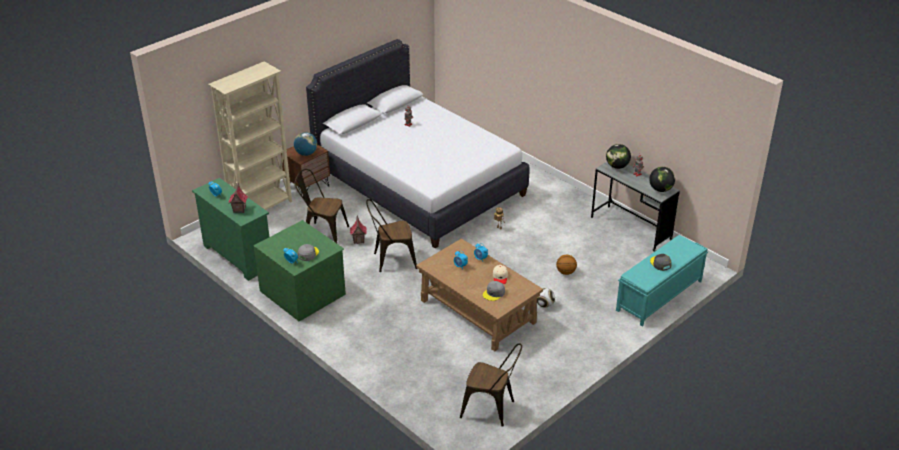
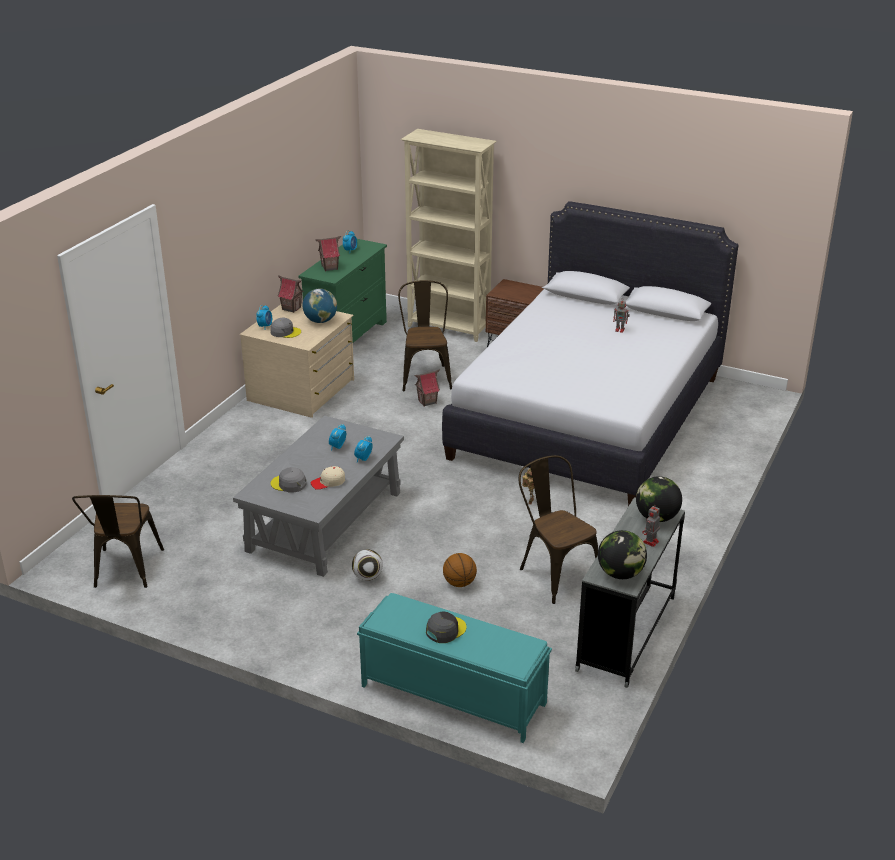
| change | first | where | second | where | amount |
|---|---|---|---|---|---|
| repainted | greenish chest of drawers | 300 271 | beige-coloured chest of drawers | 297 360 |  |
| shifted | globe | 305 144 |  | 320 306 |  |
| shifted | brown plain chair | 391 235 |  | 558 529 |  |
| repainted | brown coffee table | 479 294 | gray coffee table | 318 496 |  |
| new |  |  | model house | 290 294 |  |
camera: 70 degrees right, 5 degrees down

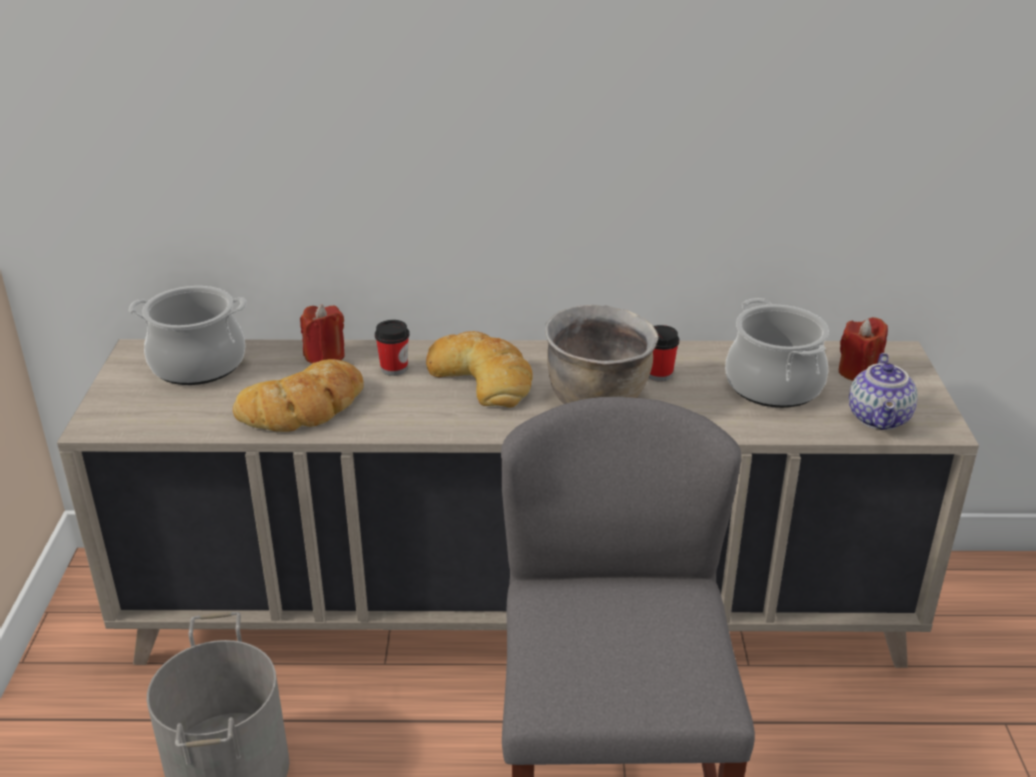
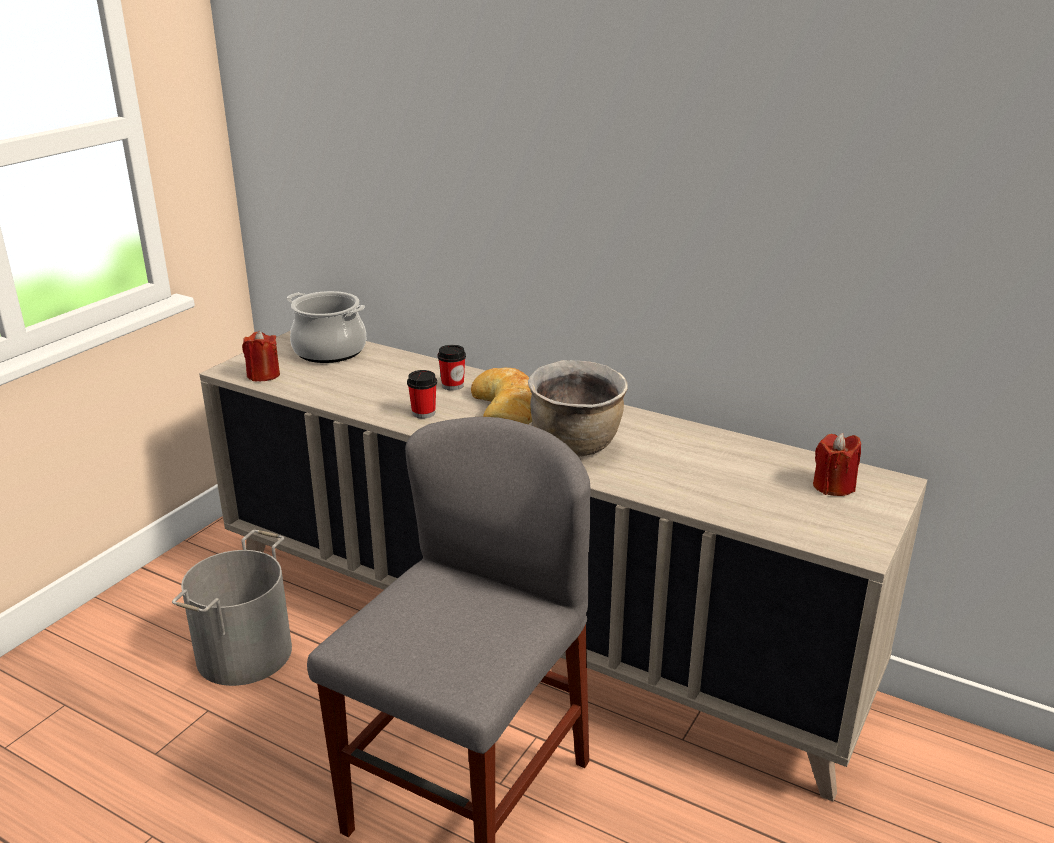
| change | first | where | second | where | amount |
|---|---|---|---|---|---|
| gone | bread | 298 395 |  |  |  |
| shifted | red wax candle | 322 334 |  | 261 356 |  |
| shifted | small cup | 664 353 |  | 422 394 |  |
| gone | cooking pot | 777 353 |  |  |  |
| gone | pot for tea | 883 391 |  |  |  |
camera: 30 degrees right, 5 degrees down

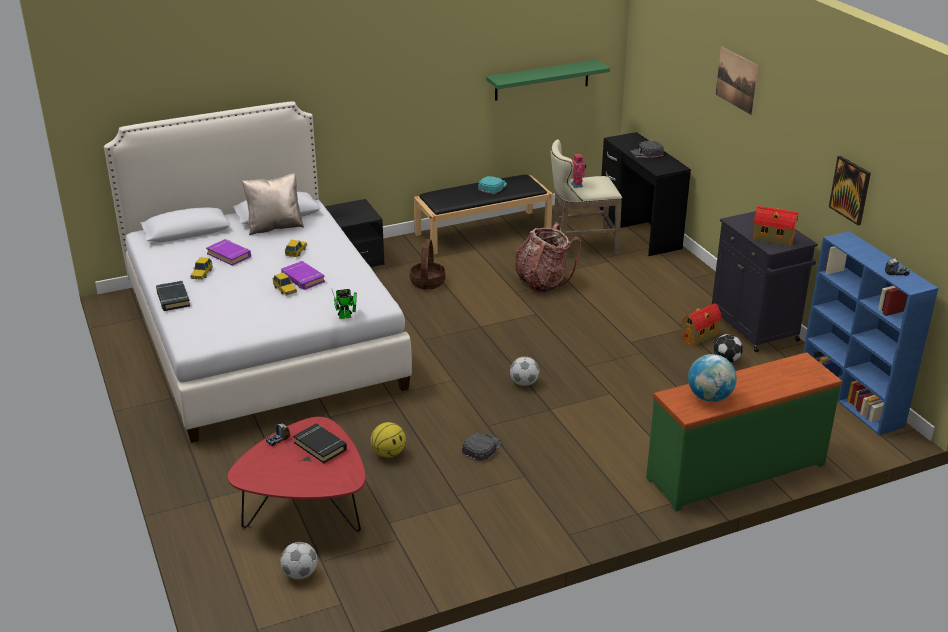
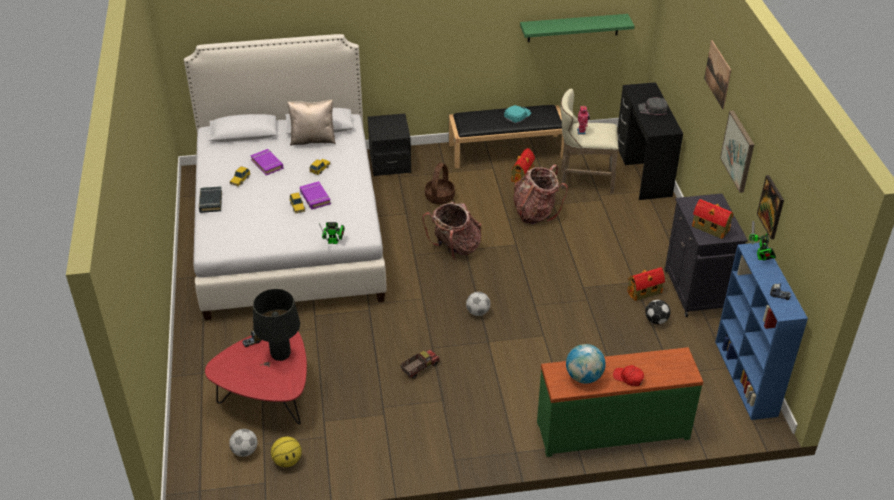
| change | first | where | second | where | amount |
|---|---|---|---|---|---|
| swapped | blackish bound book | 320 443 | blackish lamp for a table | 276 324 |  |
| shifted | ball for basketball | 388 440 |  | 286 451 |  |
| swapped | blackish peaked cap | 482 447 | toy lorry | 420 364 |  |
| new |  |  | backpack | 452 231 |  |
| new |  |  | model house | 523 165 |  |
| new |  |  | red peaked cap | 628 375 |  |
| new |  |  | wall picture | 737 152 |  |
| new |  |  | robot figure | 762 241 |  |
camera: 15 degrees right, 10 degrees up

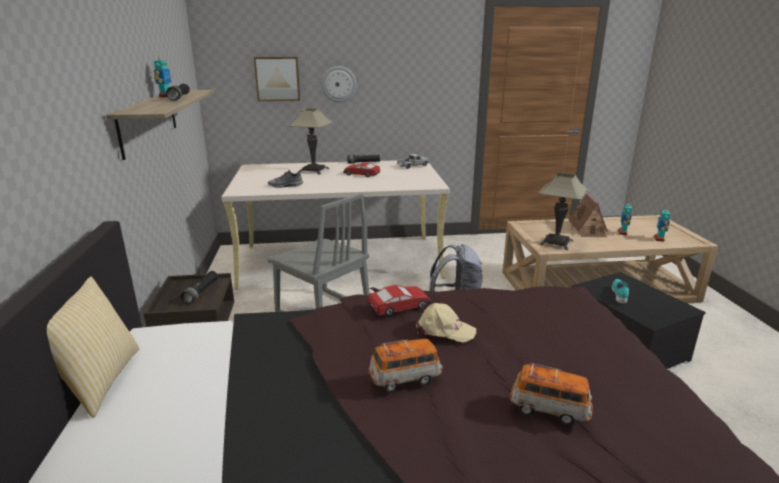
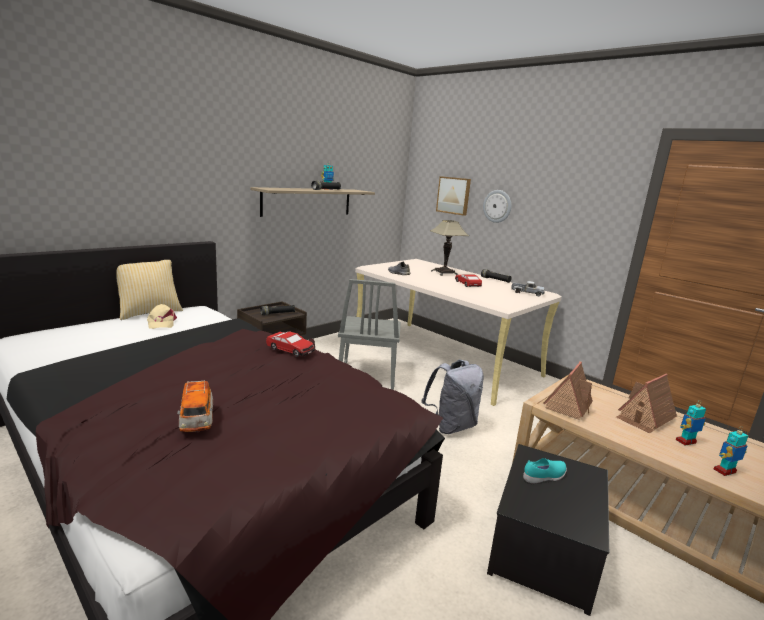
| change | first | where | second | where | amount |
|---|---|---|---|---|---|
| gone | toy car | 405 365 |  |  |  |
| shifted | beige-coloured peaked cap | 446 323 |  | 162 316 |  |
| swapped | lamp for a table | 563 211 | model house | 568 390 |  |
camera: 50 degrees right, 5 degrees down

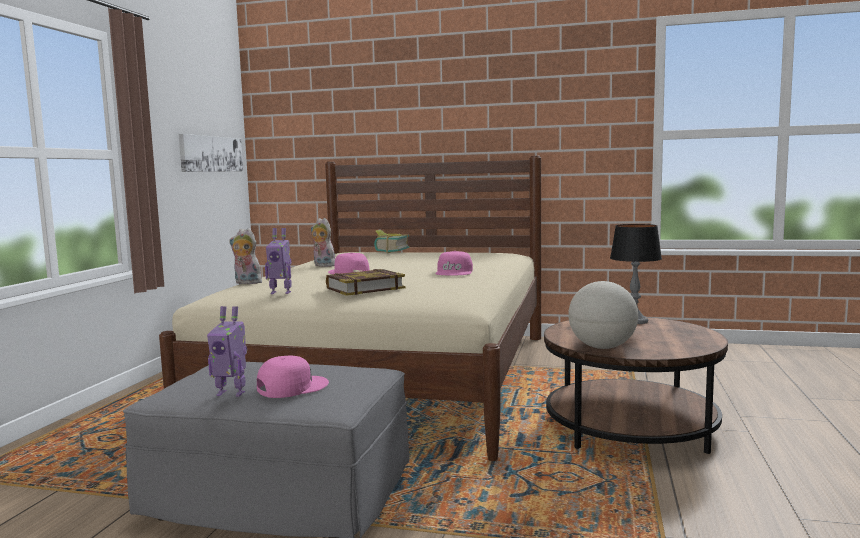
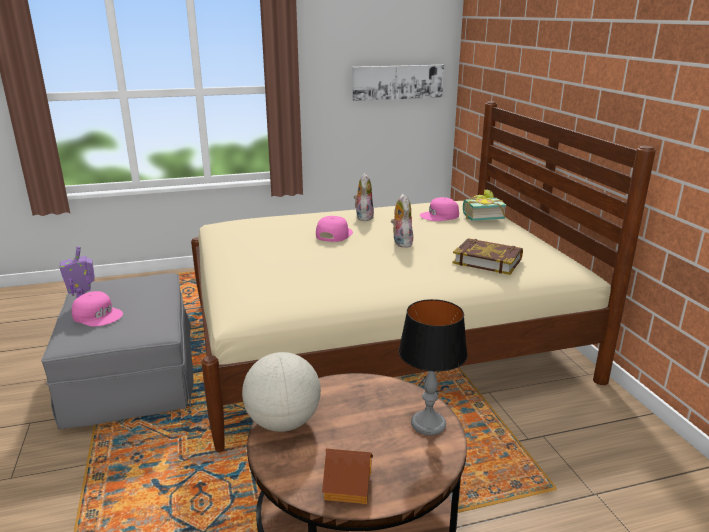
| change | first | where | second | where | amount |
|---|---|---|---|---|---|
| shifted | plush toy | 245 256 |  | 402 221 |  |
| gone | robot figure | 278 261 |  |  |  |
| shifted | bound book | 365 282 |  | 488 256 |  |
| shifted | pink peaked cap | 454 263 |  | 439 209 |  |
| new |  |  | model house | 347 476 |  |
camera: 60 degrees right, 15 degrees up

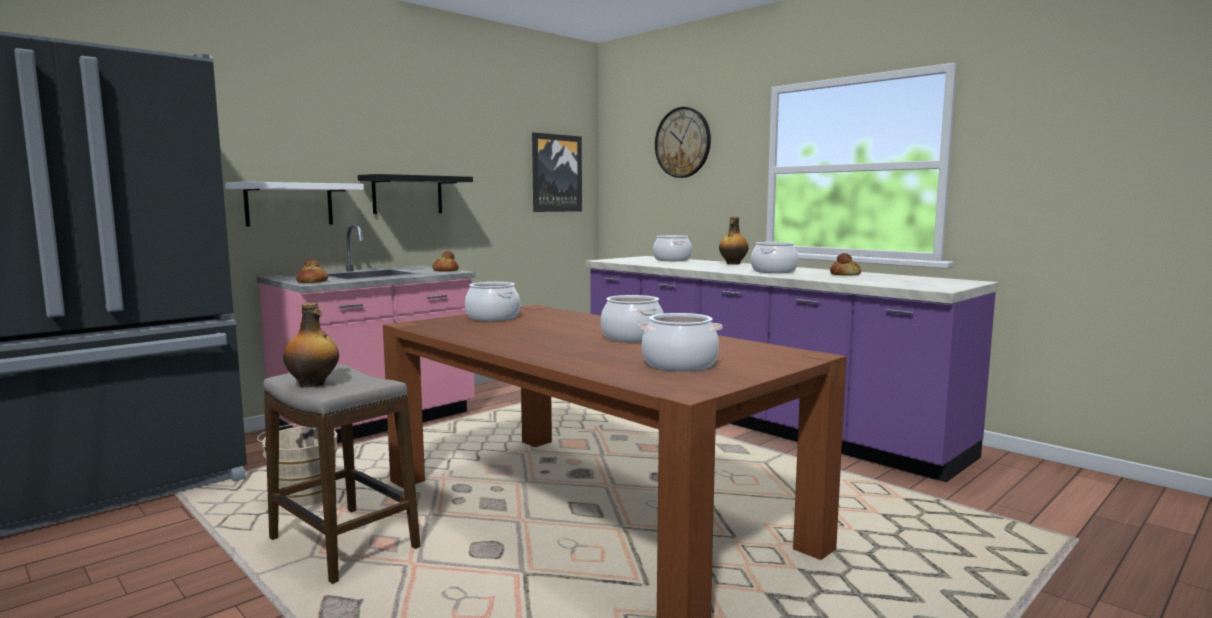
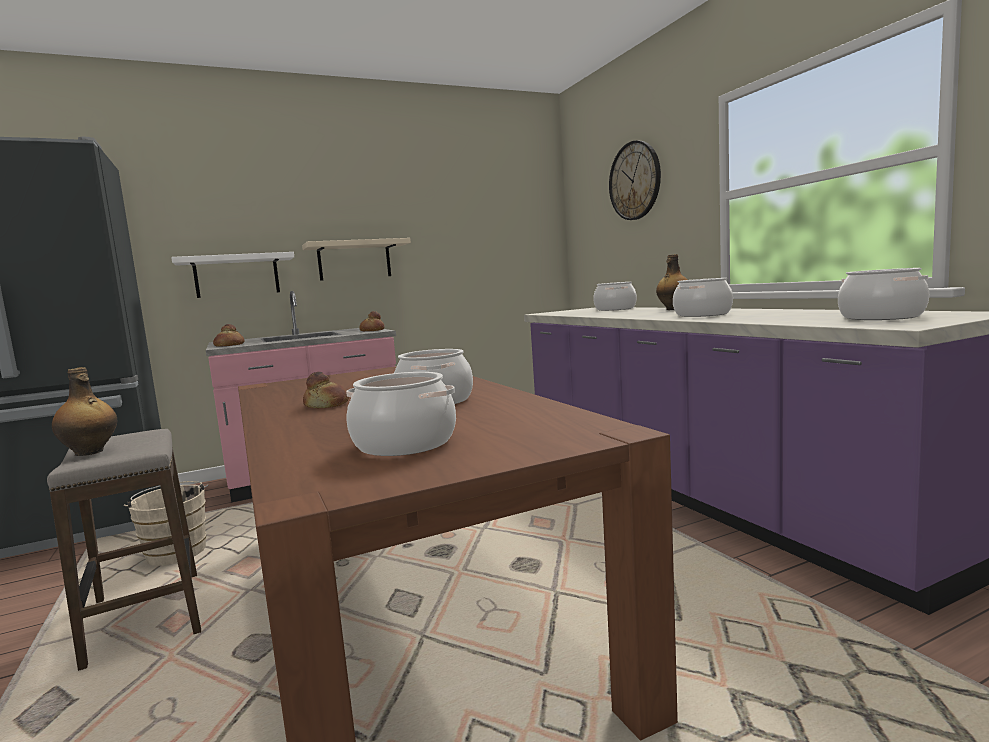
| change | first | where | second | where | amount |
|---|---|---|---|---|---|
| repainted | blackish shelf | 415 194 | beige-coloured shelf | 356 259 |  |
| shifted | cooking pot | 492 301 |  | 883 294 |  |
| gone | wall picture | 557 172 |  |  |  |
| shifted | bread | 845 264 |  | 326 390 |  |
camera: 20 degrees right, 0 degrees up

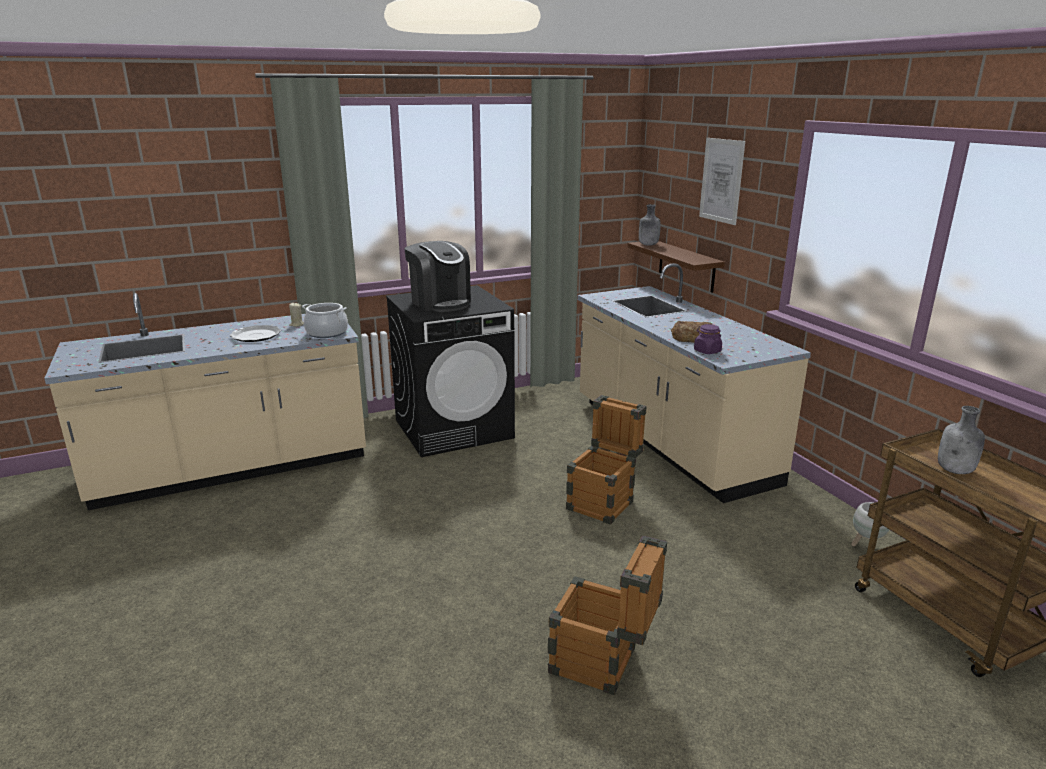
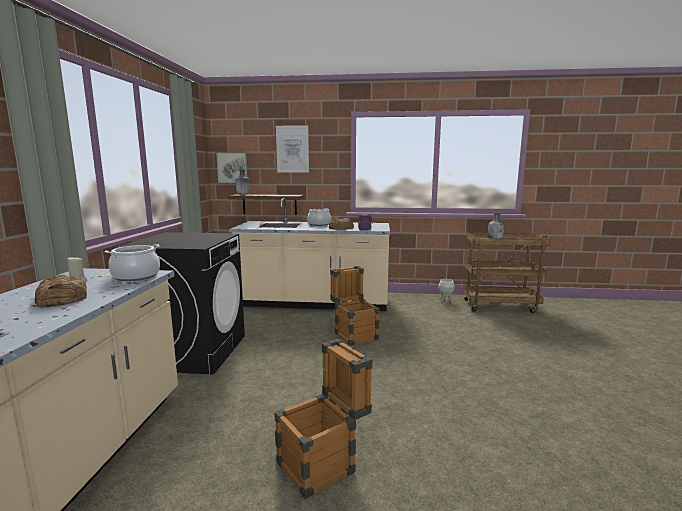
| change | first | where | second | where | amount |
|---|---|---|---|---|---|
| swapped | plate | 255 333 | bread | 60 291 |  |
| gone | coffee machine | 437 276 |  |  |  |
| shifted | shipping crate | 607 615 |  | 323 419 |  |
| new |  |  | wall picture | 231 168 |  |
| new |  |  | cooking pot | 319 217 |  |
camera: 60 degrees left, 10 degrees down

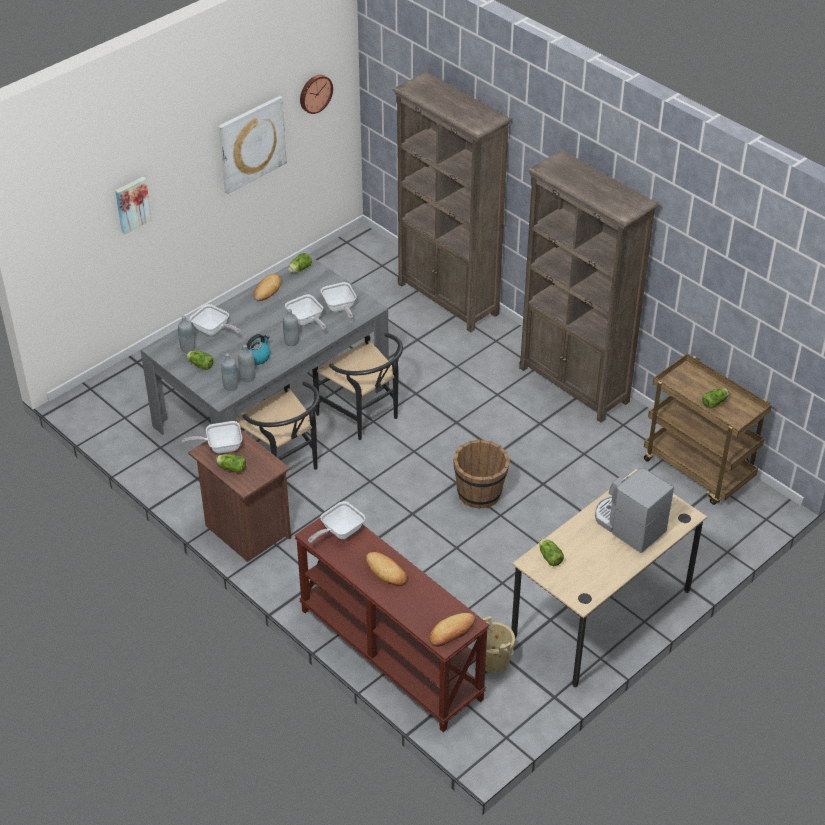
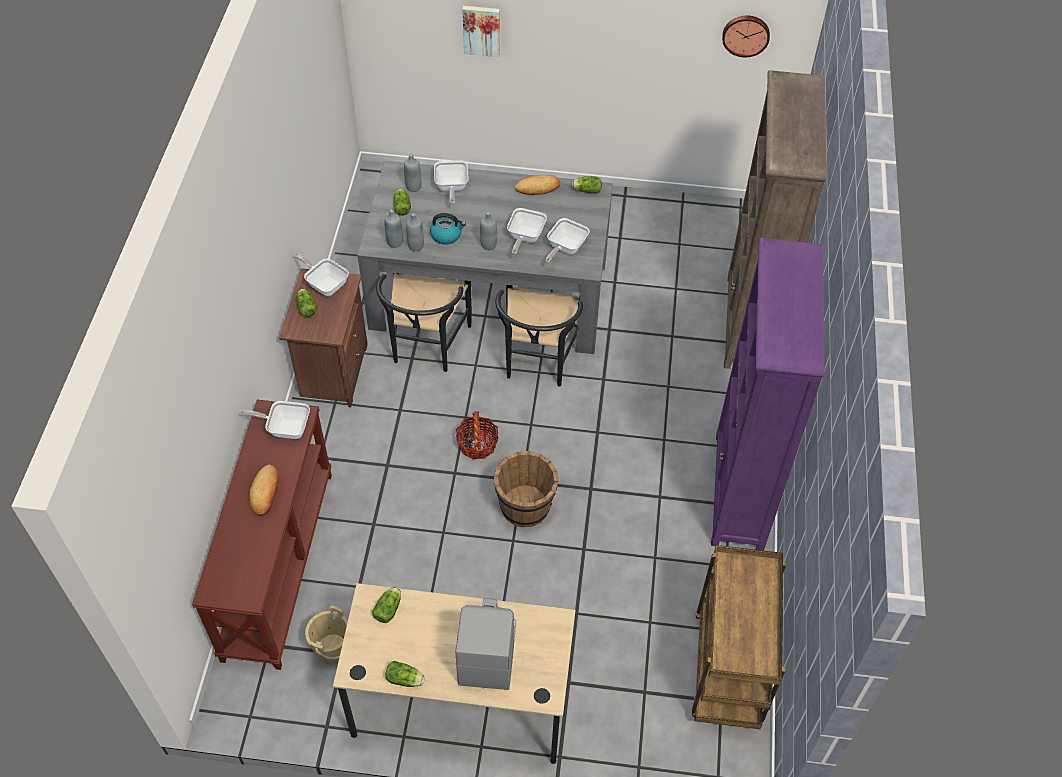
| change | first | where | second | where | amount |
|---|---|---|---|---|---|
| gone | wall picture | 252 145 |  |  |  |
| gone | bread | 452 630 |  |  |  |
| repainted | brown shelving unit | 589 286 | purple shelving unit | 768 394 |  |
| shifted | lettuce | 715 398 |  | 405 674 |  |
| new |  |  | household basket | 477 435 |  |
camera: 50 degrees right, 10 degrees up

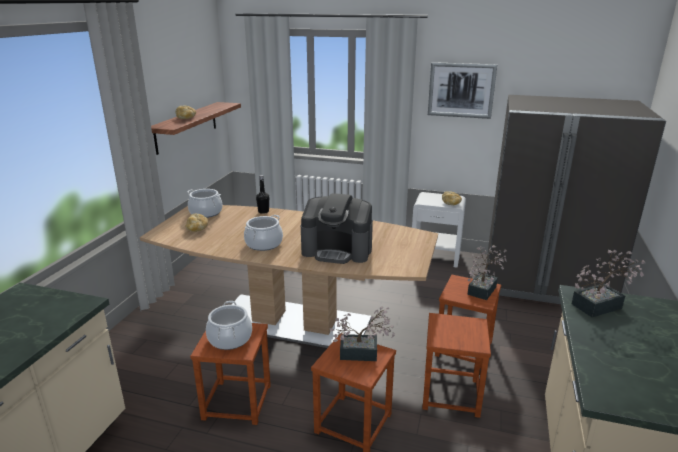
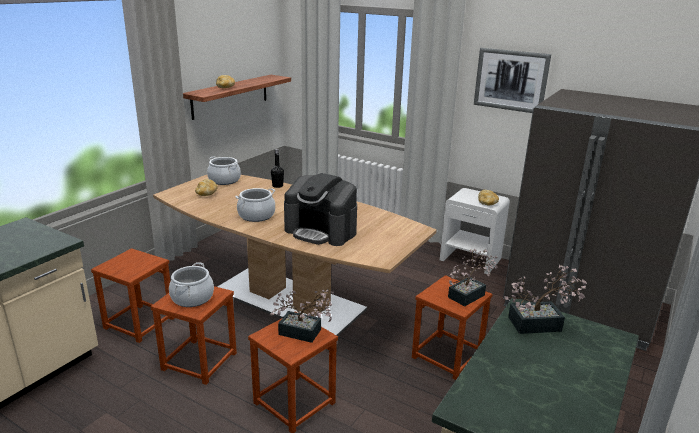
| change | first | where | second | where | amount |
|---|---|---|---|---|---|
| shifted | brown sitting stool | 456 365 |  | 132 295 |  |
camera: 15 degrees right, 0 degrees up

